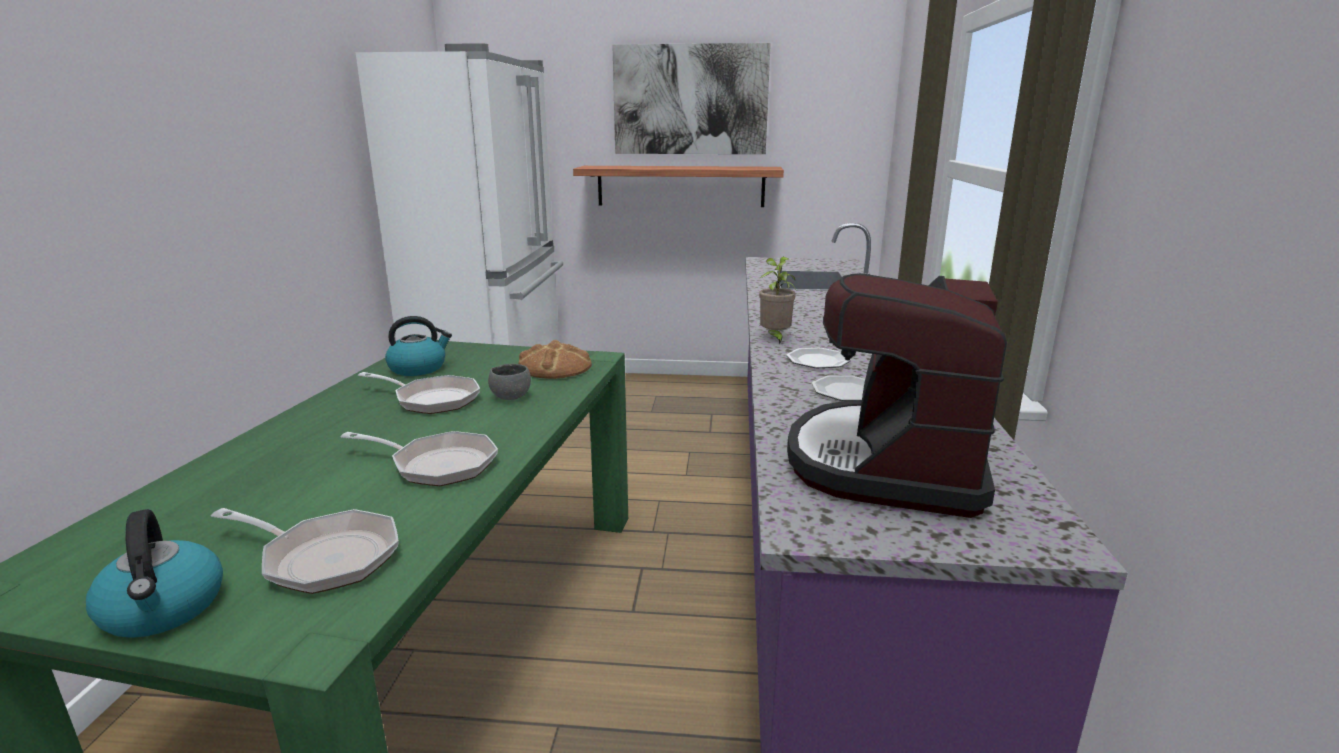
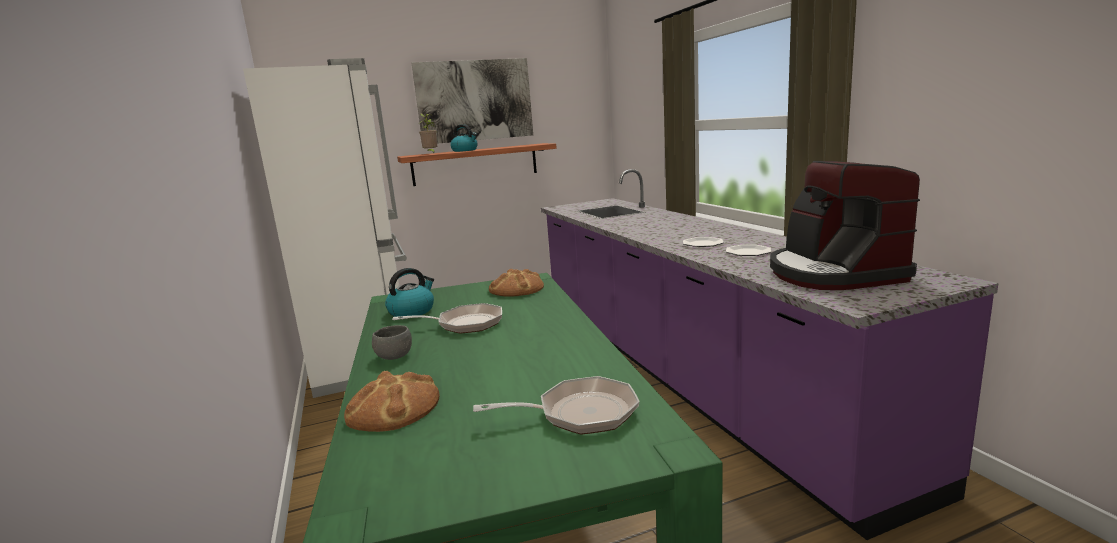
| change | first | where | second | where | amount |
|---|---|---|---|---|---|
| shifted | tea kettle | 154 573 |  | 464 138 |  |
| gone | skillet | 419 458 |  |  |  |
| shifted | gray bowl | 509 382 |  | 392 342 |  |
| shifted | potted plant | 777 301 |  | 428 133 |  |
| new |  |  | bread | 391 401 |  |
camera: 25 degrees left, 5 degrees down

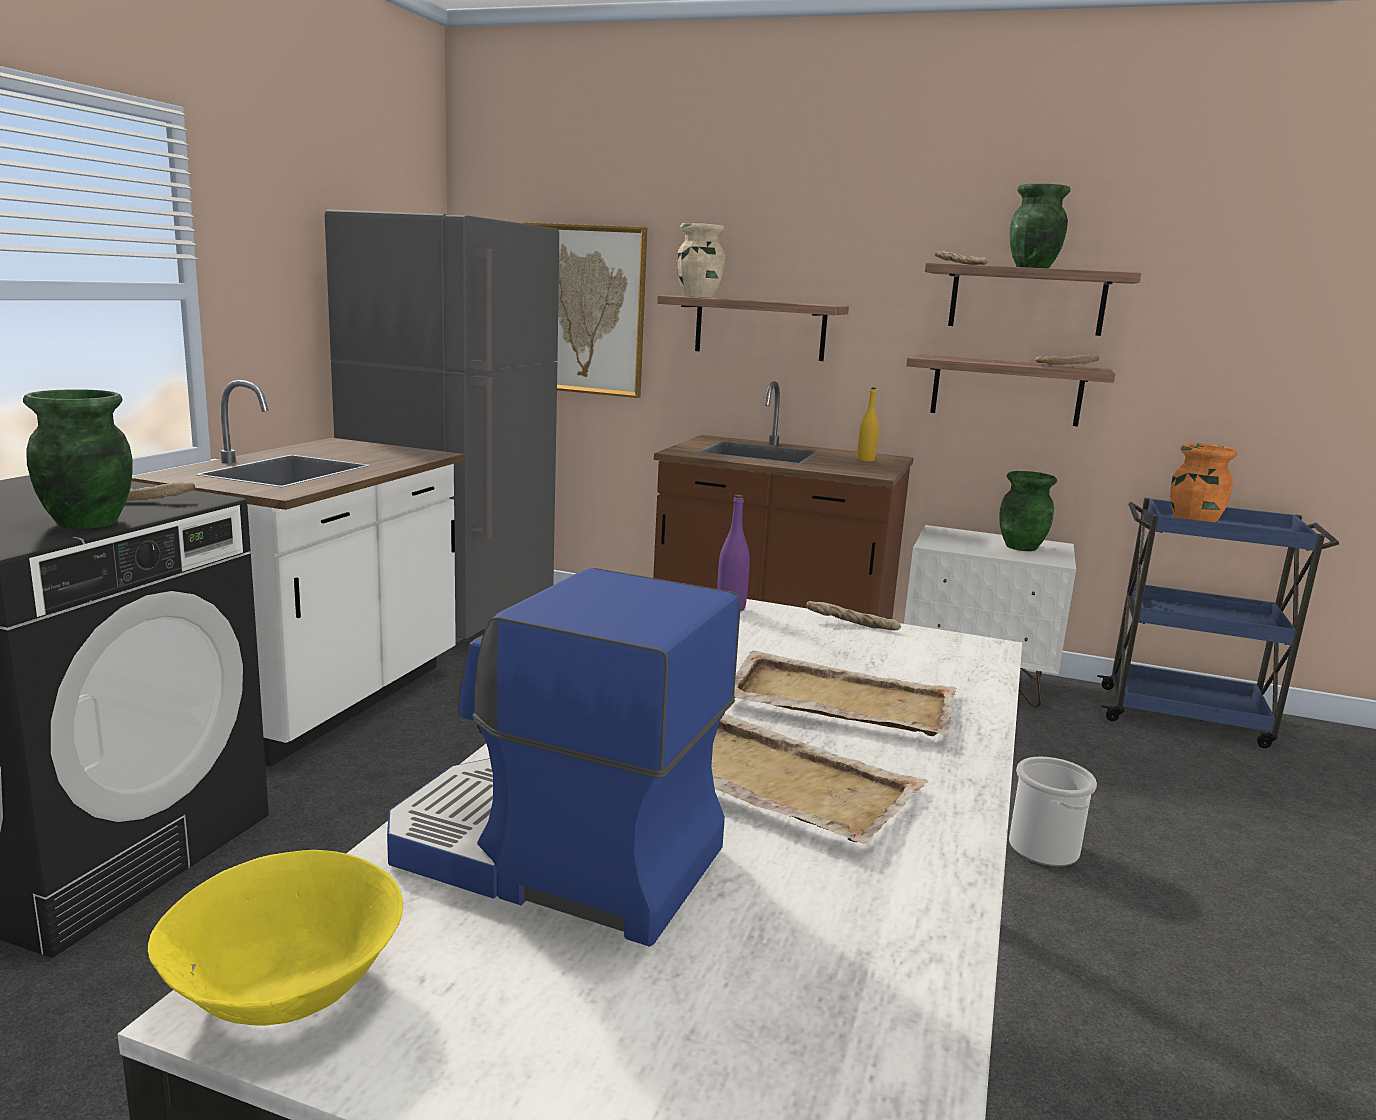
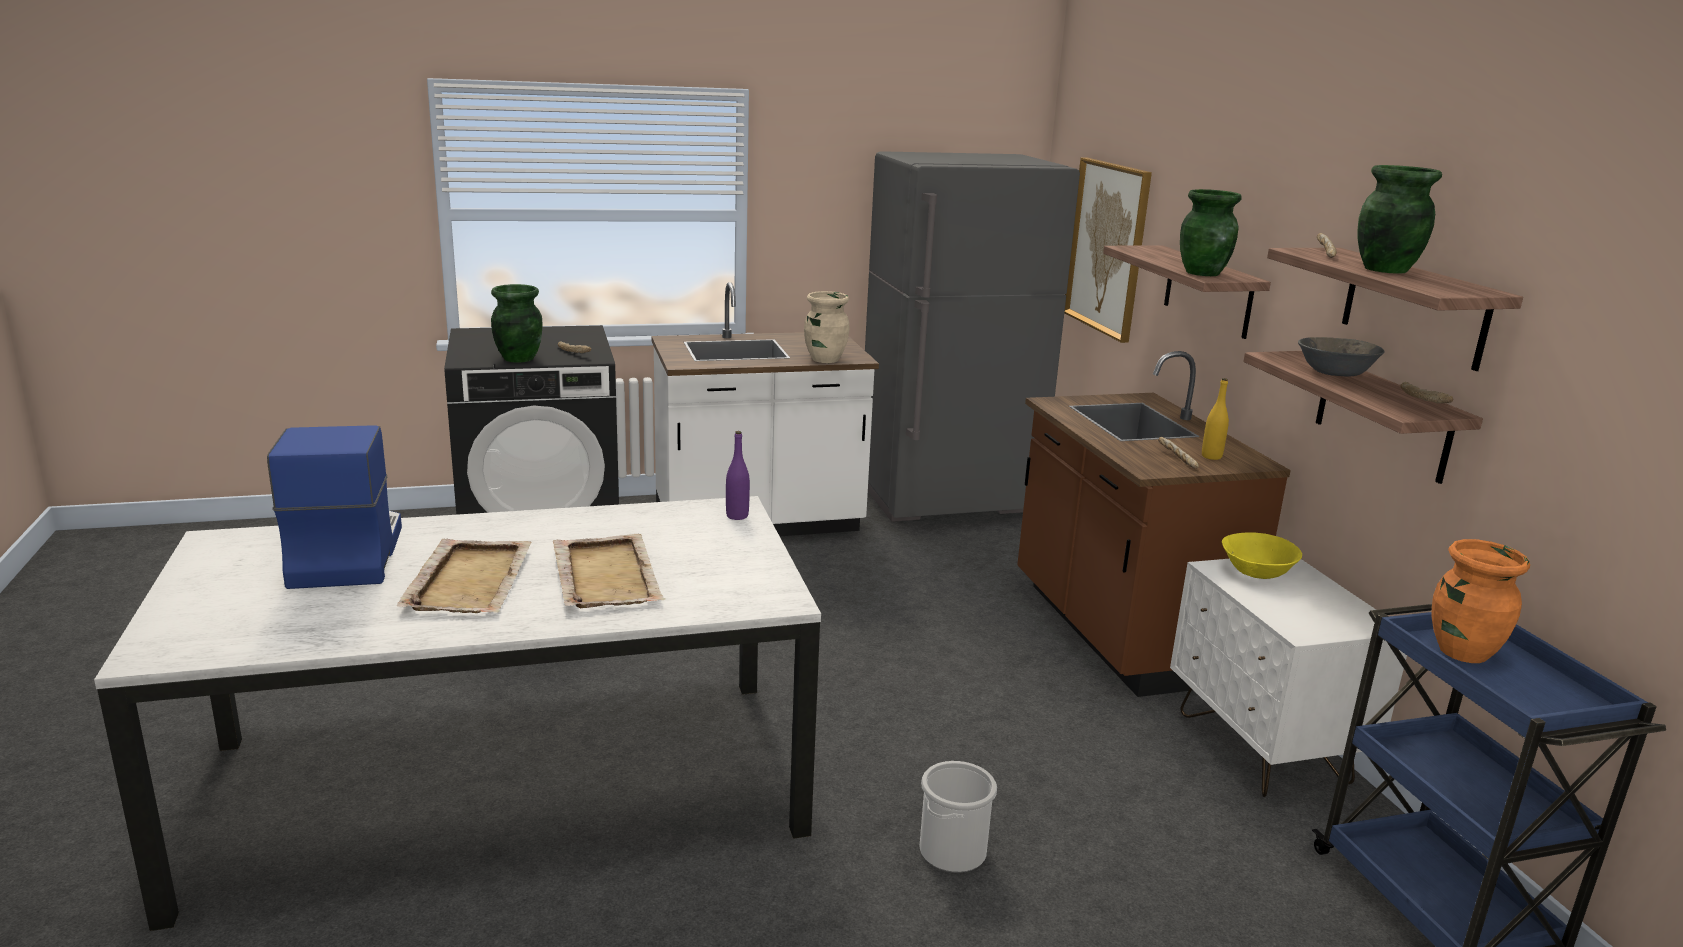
| change | first | where | second | where | amount |
|---|---|---|---|---|---|
| shifted | yellow-coloured bowl | 275 938 |  | 1262 555 |  |
| shifted | beige-coloured decorative vase | 701 260 |  | 827 327 |  |
| shifted | bread | 853 615 |  | 1178 453 |  |
| shifted | greenish decorative vase | 1028 511 |  | 1211 232 |  |
| new |  |  | gray bowl | 1341 357 |  |
camera: 55 degrees right, 5 degrees up

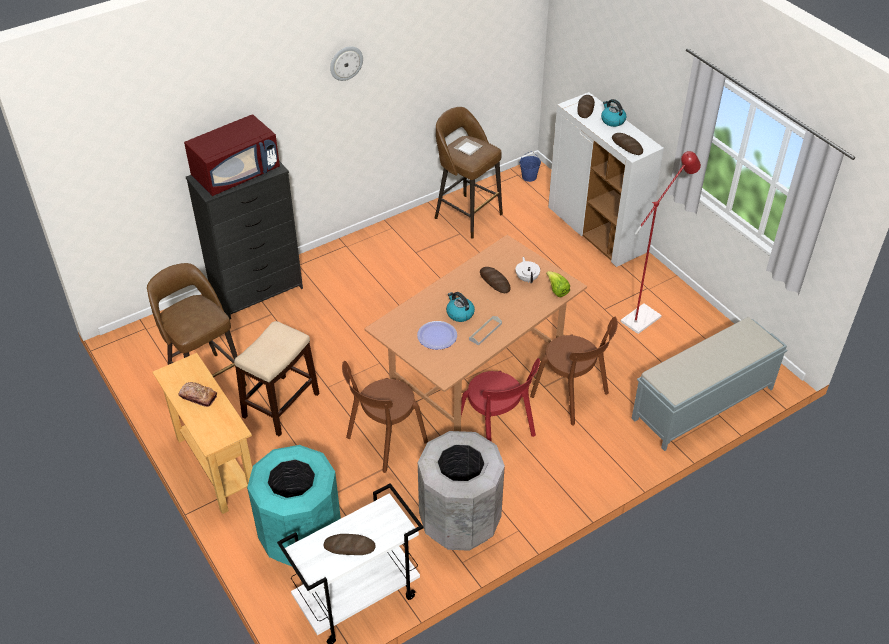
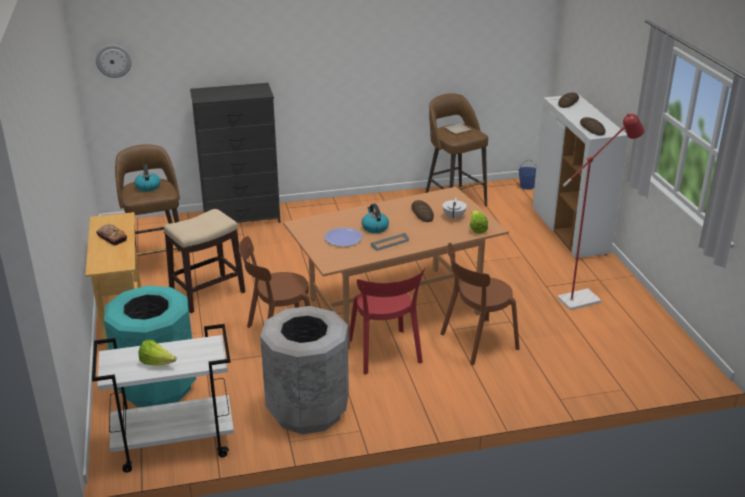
| change | first | where | second | where | amount |
|---|---|---|---|---|---|
| gone | red kitchen microwave | 232 155 |  |  |  |
| swapped | bread | 350 544 | lettuce | 157 353 |  |
| shifted | wall clock | 346 63 |  | 114 61 |  |
| rotated | brown plain chair | 574 371 |  | 480 304 | 90 degrees clockwise |
| shifted | tea kettle | 614 113 |  | 147 178 |  |
| gone | gray indoor bench | 709 384 |  |  |  |
camera: 20 degrees right, 15 degrees down

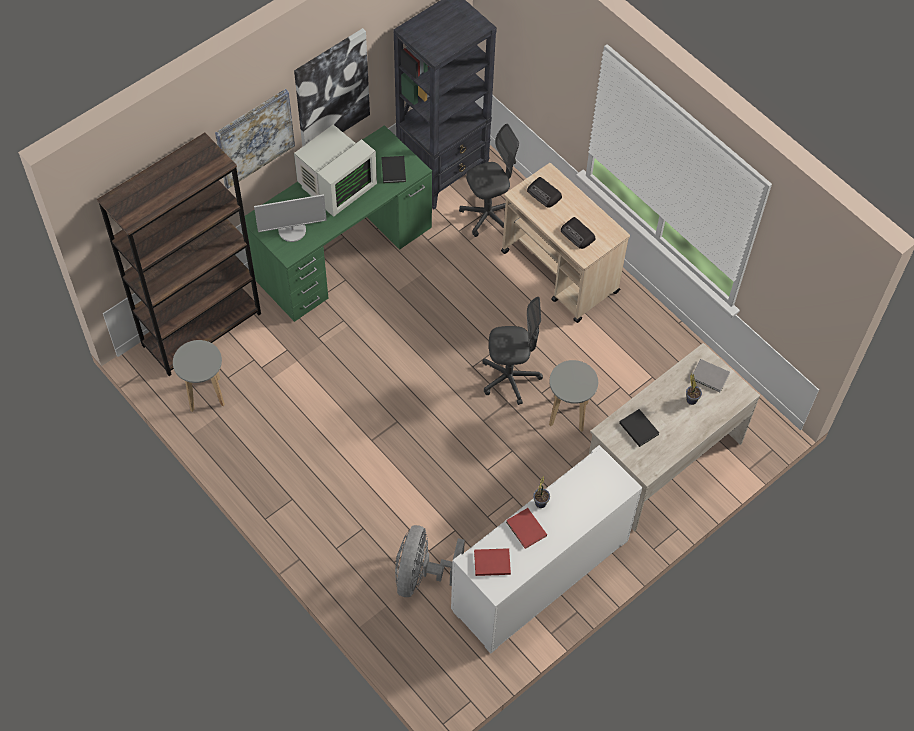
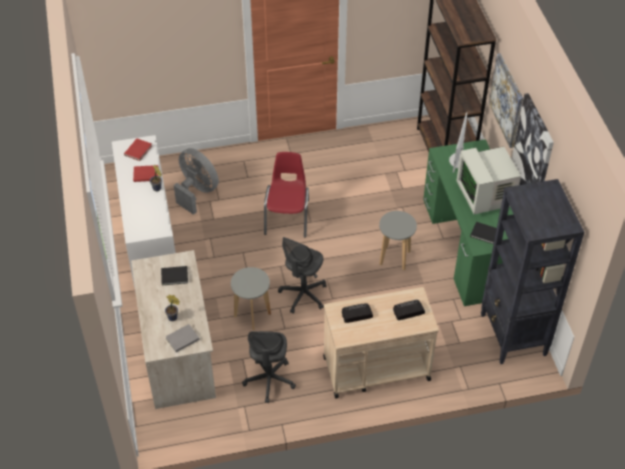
| change | first | where | second | where | amount |
|---|---|---|---|---|---|
| shifted | gray sitting stool | 199 376 |  | 398 240 |  |
| shifted | gray desk chair | 489 180 |  | 269 367 |  |
| new |  |  | red plain chair | 286 195 |  |
camera: 120 degrees right, 10 degrees down

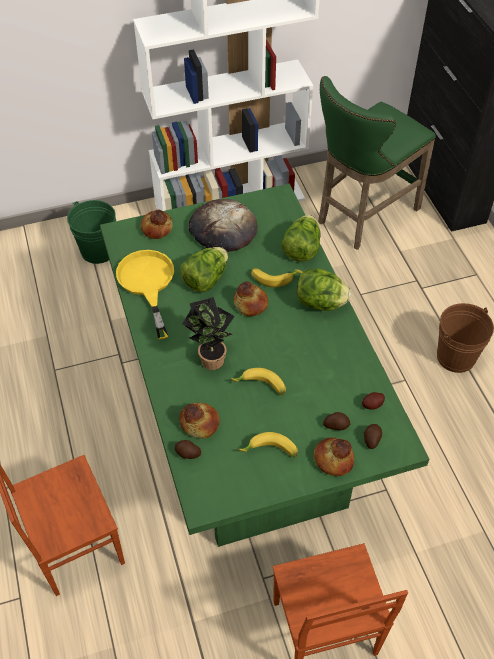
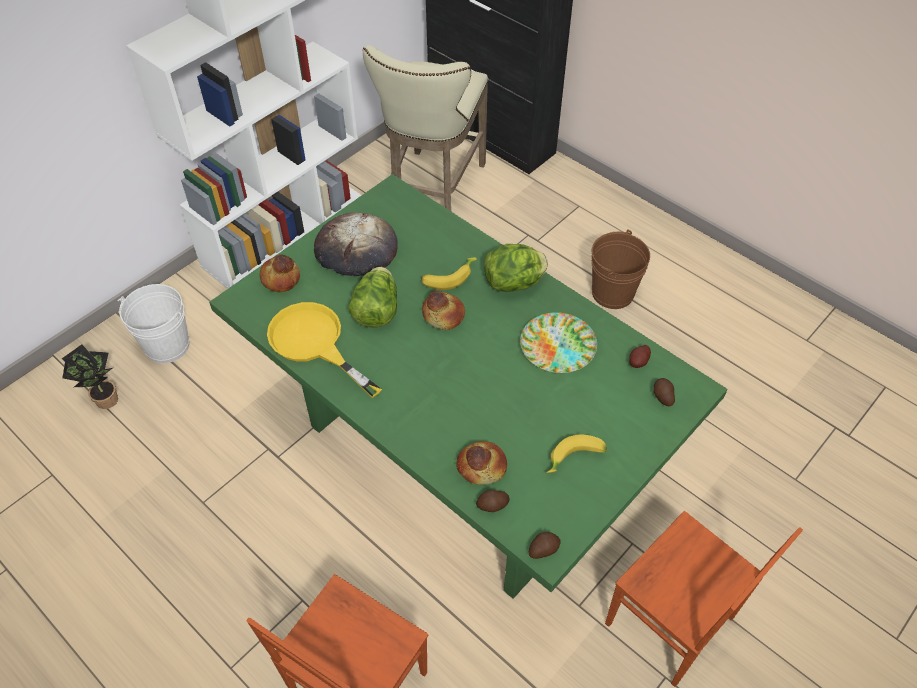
| change | first | where | second | where | amount |
|---|---|---|---|---|---|
| repainted | greenish bucket | 91 232 | white bucket | 154 323 |  |
| shifted | potted plant | 208 333 |  | 90 376 |  |
| gone | banana fruit | 258 382 |  |  |  |
| gone | lettuce | 300 238 |  |  |  |
| gone | bread | 334 456 |  |  |  |
| repainted | greenish sitting stool | 377 163 | beige-coloured sitting stool | 426 128 |  |
| shifted | potato | 336 421 |  | 545 545 |  |
| new |  |  | plate | 558 342 |  |
camera: 30 degrees left, 0 degrees up

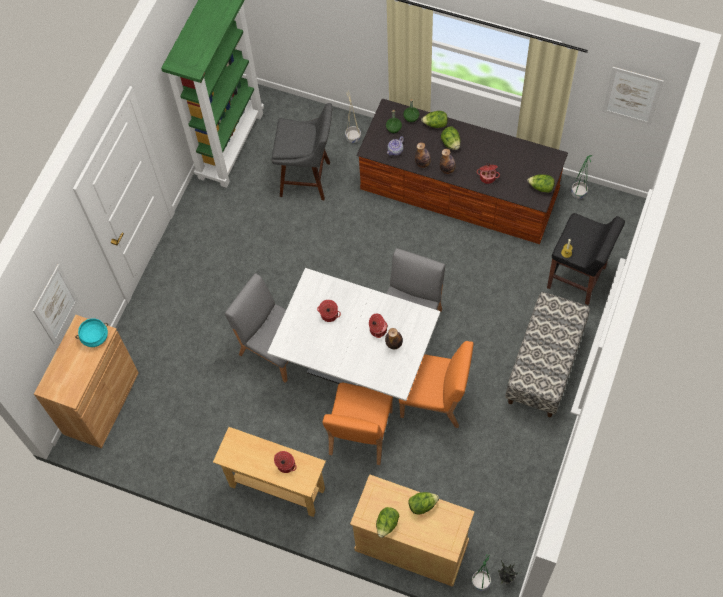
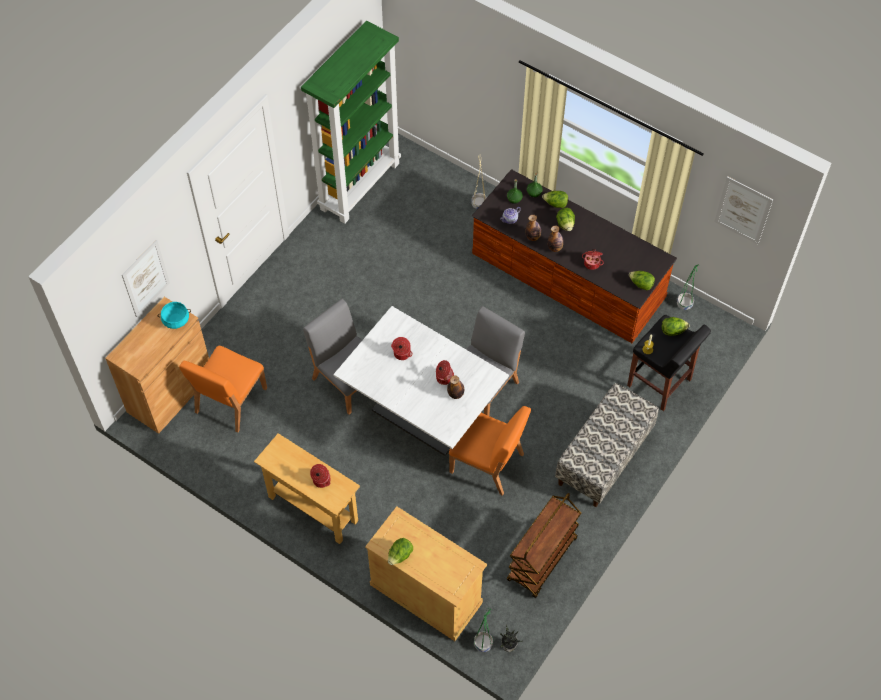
| change | first | where | second | where | amount |
|---|---|---|---|---|---|
| gone | gray sitting stool | 302 151 |  |  |  |
| shifted | orange plain chair | 357 424 |  | 223 389 |  |
| shifted | lettuce | 423 503 |  | 676 326 |  |
| new |  |  | brown wheeled cart | 544 545 |  |
camera: 10 degrees right, 5 degrees down

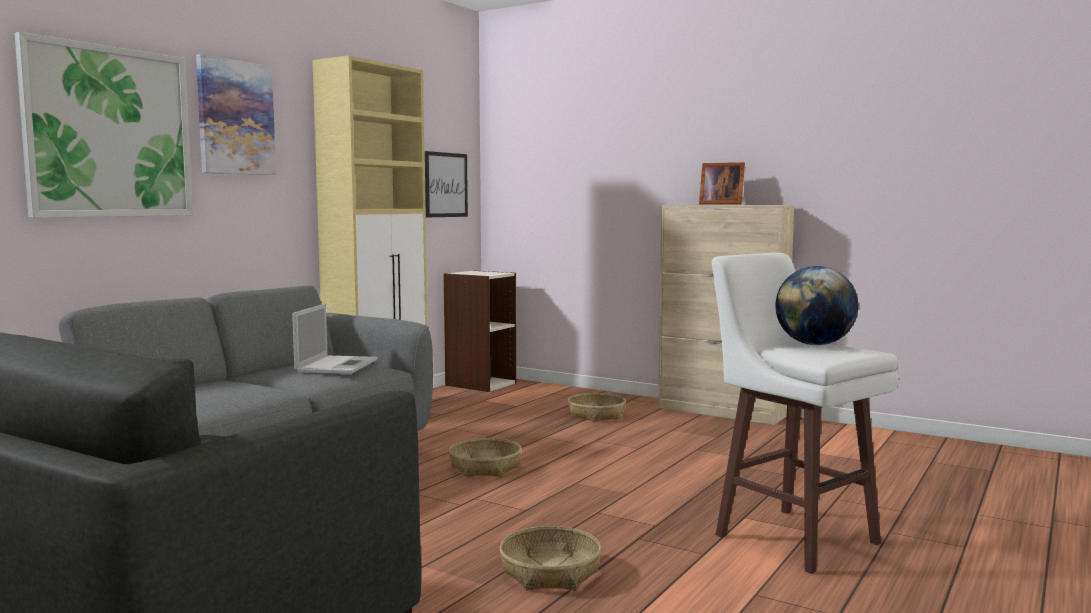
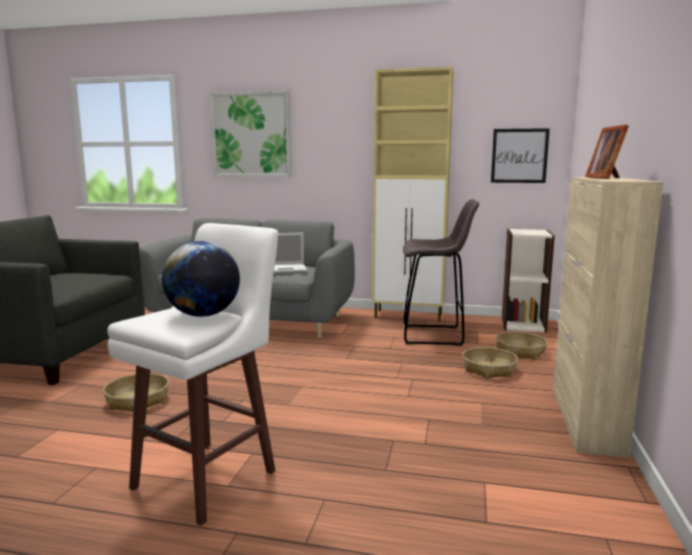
| change | first | where | second | where | amount |
|---|---|---|---|---|---|
| gone | wall picture | 236 114 |  |  |  |
| shifted | household basket | 485 457 |  | 521 345 |  |
| new |  |  | gray sitting stool | 441 272 |  |
camera: 70 degrees right, 5 degrees up

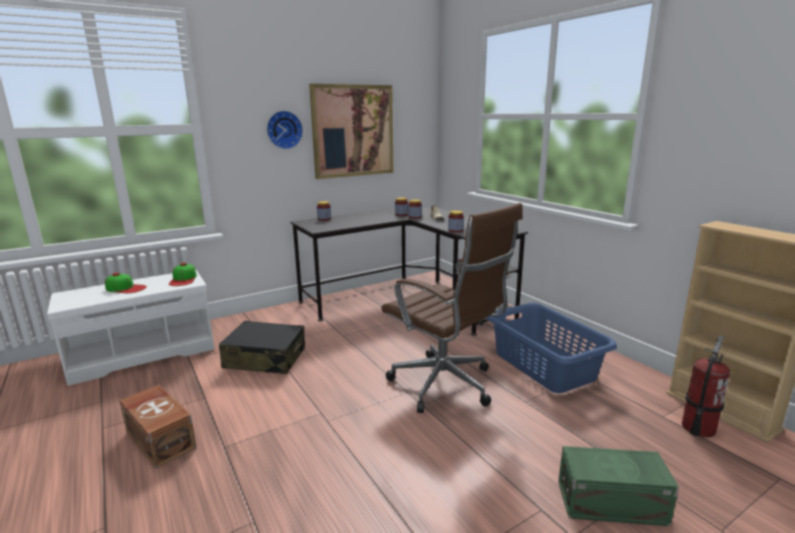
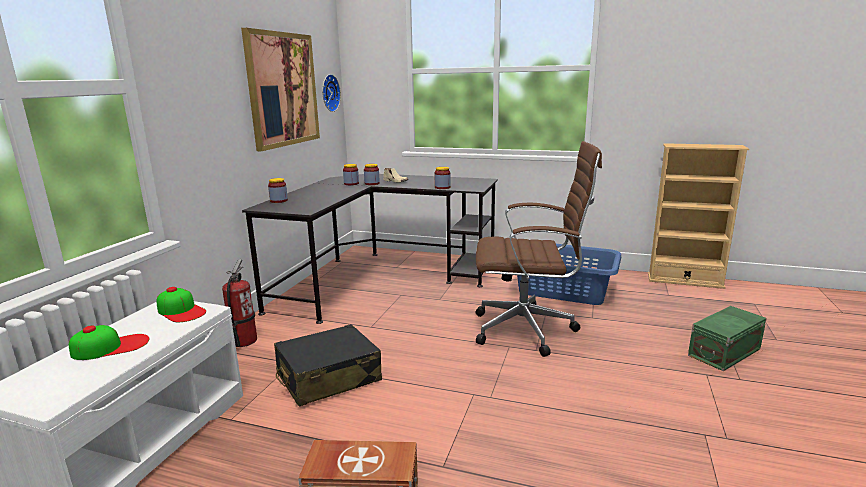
| change | first | where | second | where | amount |
|---|---|---|---|---|---|
| shifted | wall clock | 285 130 |  | 331 93 |  |
| shifted | fire-fighting cylinder | 706 387 |  | 239 303 |  |
camera: 40 degrees left, 0 degrees up

